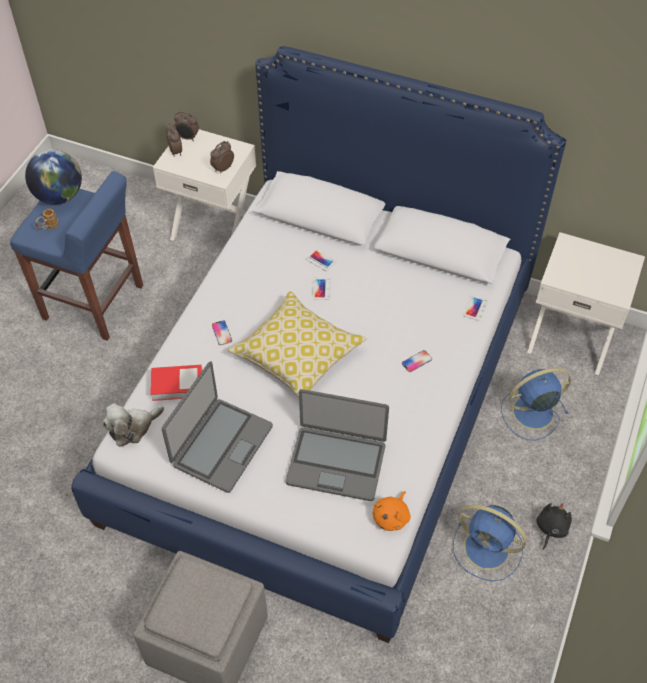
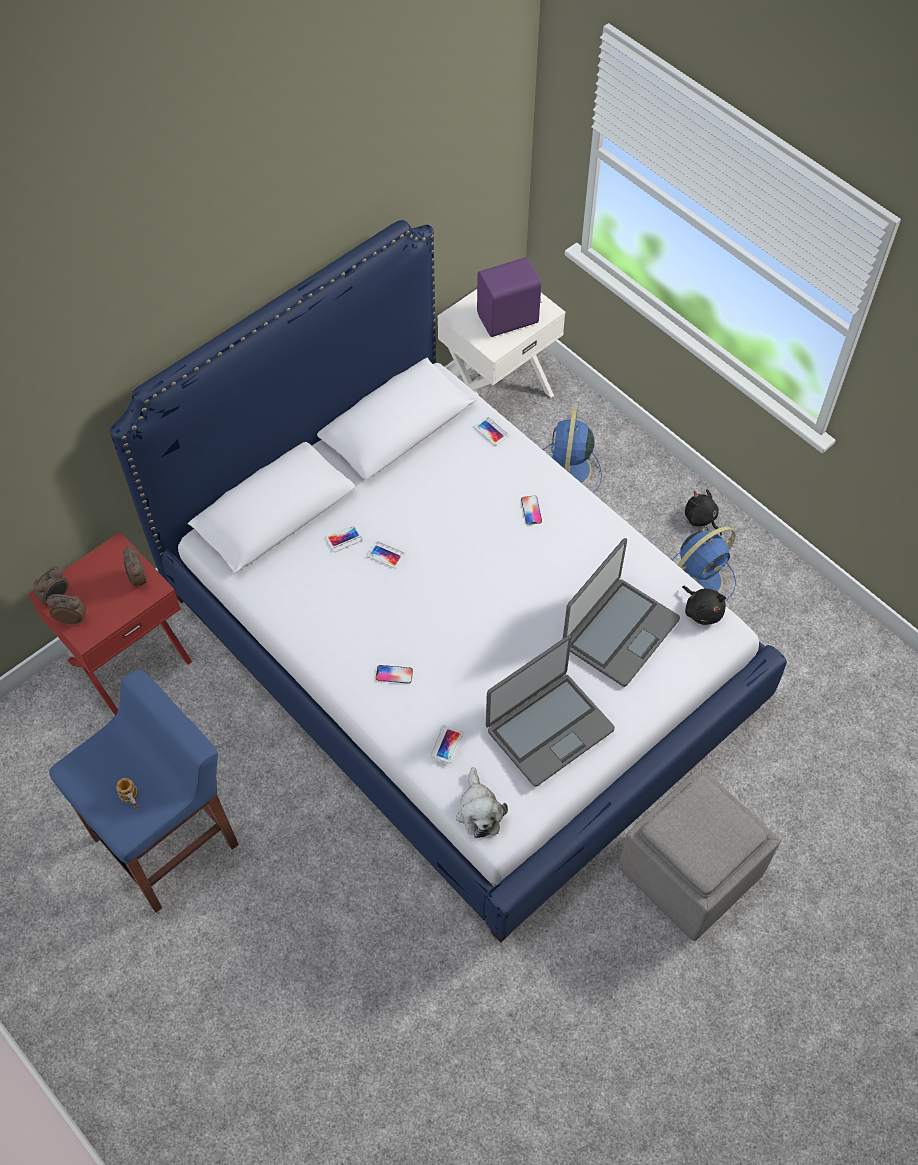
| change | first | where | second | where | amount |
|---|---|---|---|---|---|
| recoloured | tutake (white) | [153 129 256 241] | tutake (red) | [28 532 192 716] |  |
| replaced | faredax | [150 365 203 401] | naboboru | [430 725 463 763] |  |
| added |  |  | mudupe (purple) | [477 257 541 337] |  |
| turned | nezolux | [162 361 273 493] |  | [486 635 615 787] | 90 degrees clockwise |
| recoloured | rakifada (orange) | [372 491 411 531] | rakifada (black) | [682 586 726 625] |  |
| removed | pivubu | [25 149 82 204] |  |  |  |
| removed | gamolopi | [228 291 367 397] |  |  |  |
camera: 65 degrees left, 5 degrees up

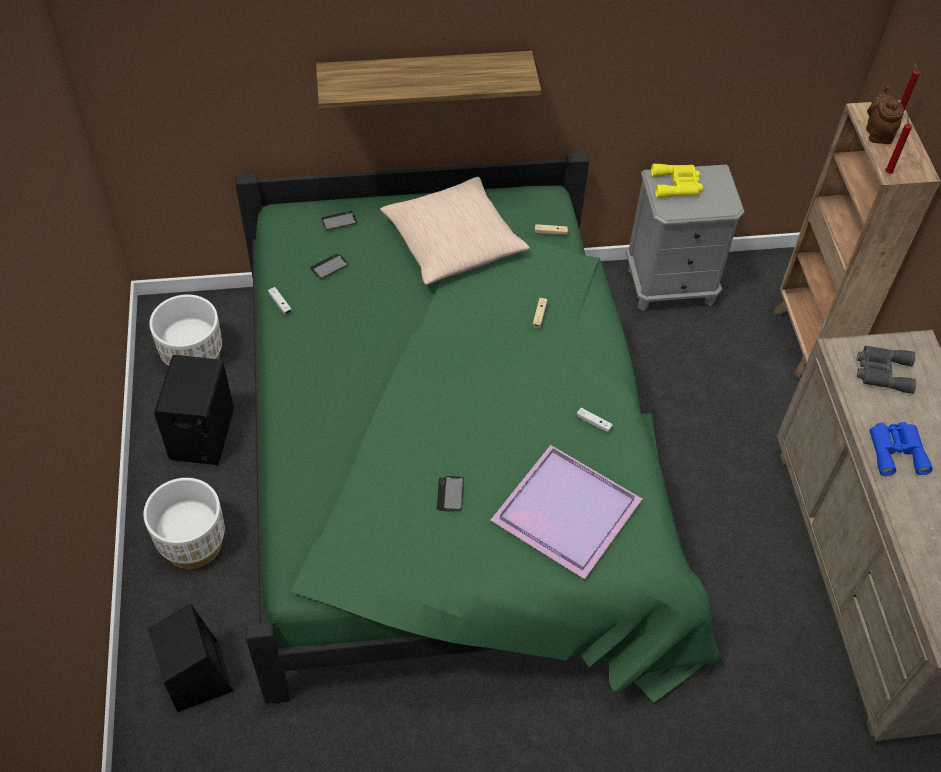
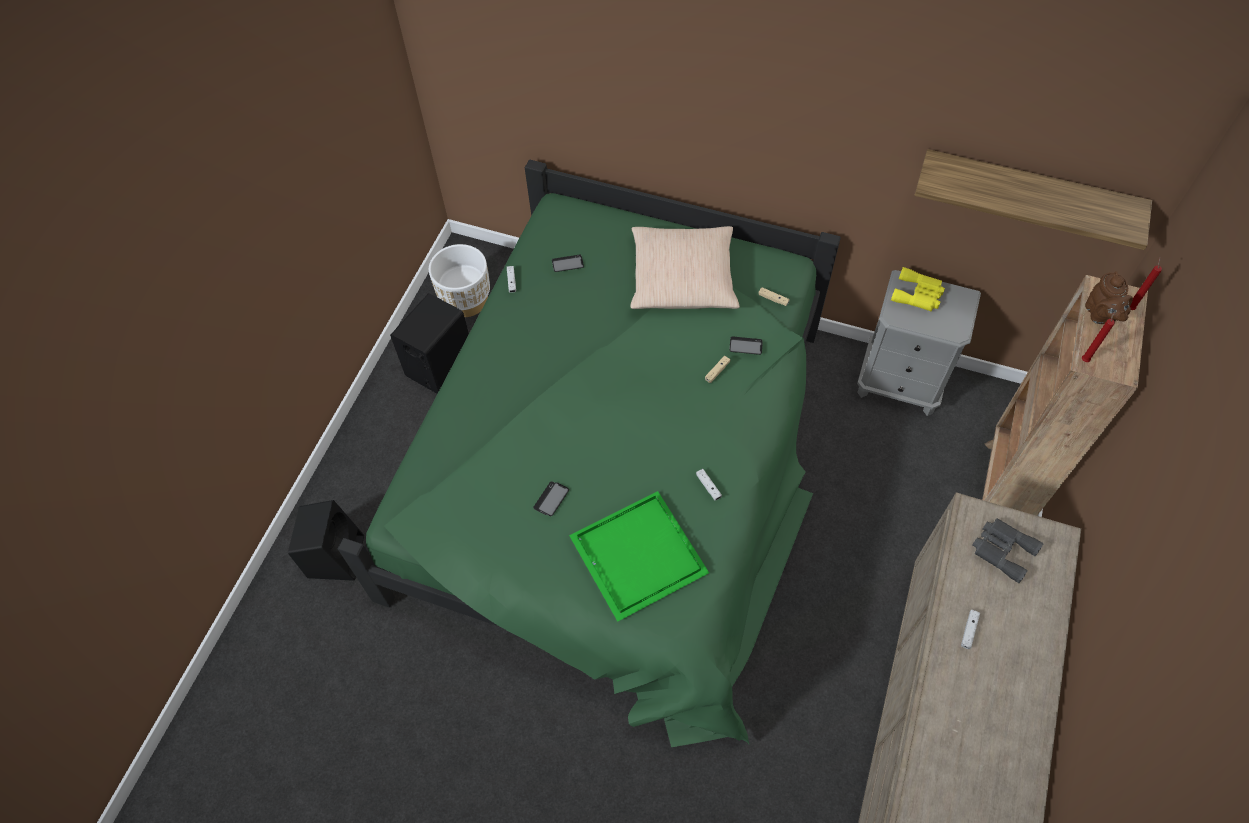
| change | first | where | second | where | amount |
|---|---|---|---|---|---|
| recoloured | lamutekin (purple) | [490 445 642 579] | lamutekin (green) | [569 491 709 622] |  |
| moved | naboboru | [321 211 357 230] |  | [729 336 763 355] |  |
| moved | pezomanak | [316 51 541 109] |  | [915 149 1152 250] |  |
| replaced | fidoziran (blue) | [869 422 933 476] | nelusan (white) | [961 610 980 649] |  |
| turned | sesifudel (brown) | [866 85 904 144] |  | [1085 271 1133 324] | 150 degrees clockwise |
| removed | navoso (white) | [143 478 225 569] |  |  |  |
camera: 30 degrees right, 5 degrees up

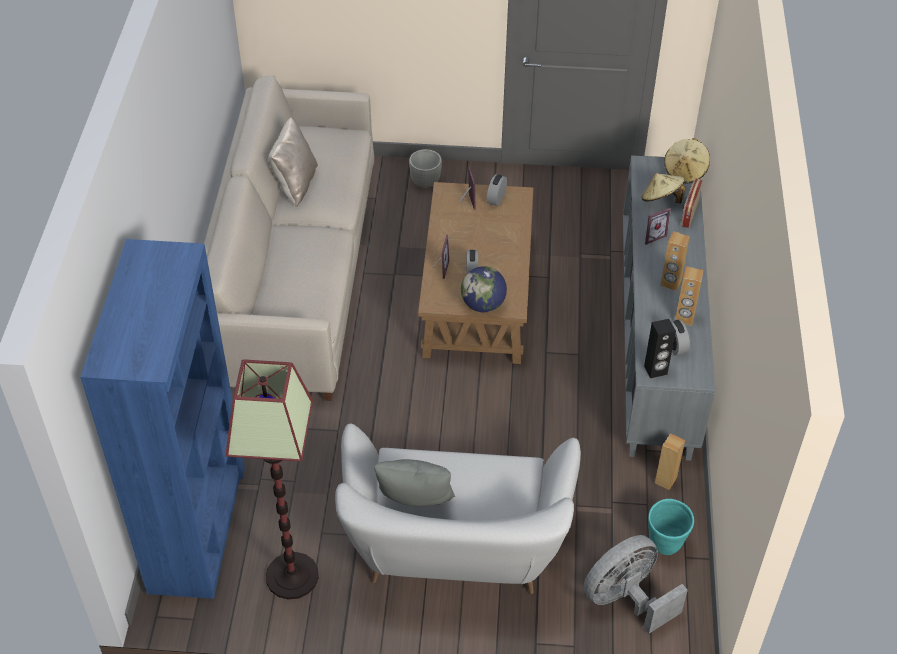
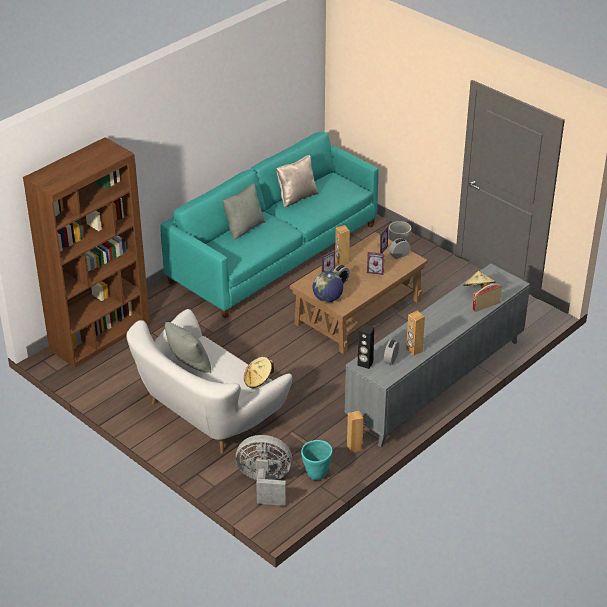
| change | first | where | second | where | amount |
|---|---|---|---|---|---|
| recoloured | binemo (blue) | [80 239 245 599] | binemo (brown) | [23 137 150 368] |  |
| recoloured | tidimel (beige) | [204 75 374 401] | tidimel (turquoise) | [160 132 378 318] |  |
| added |  |  | gamolopi (grey) | [223 183 266 240] |  |
| moved | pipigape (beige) | [664 138 710 184] |  | [244 357 274 388] |  |
| moved | mudupe (brown) | [660 231 690 291] |  | [335 225 350 265] |  |
| moved | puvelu | [645 208 671 245] |  | [367 252 385 275] |  |
| removed | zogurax | [225 359 319 600] |  |  |  |
camera: 40 degrees right, 10 degrees down

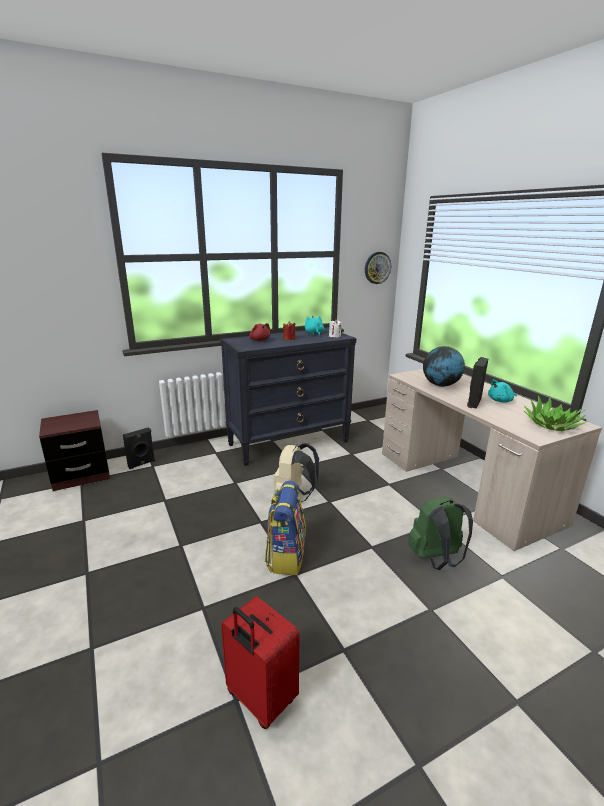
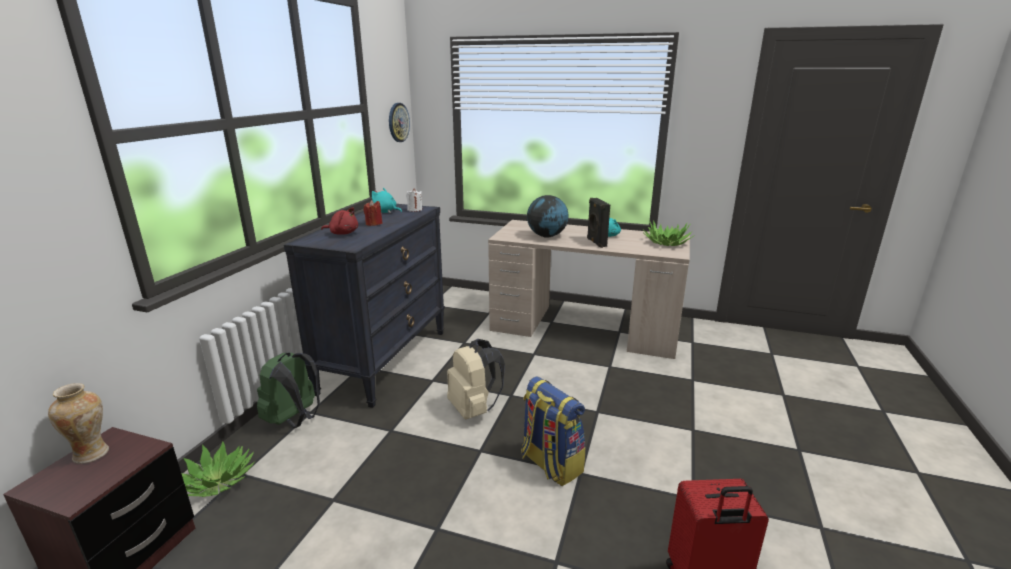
| change | first | where | second | where | amount |
|---|---|---|---|---|---|
| added |  |  | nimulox | [48 383 109 464] |  |
| replaced | mudupe (black) | [123 428 155 469] | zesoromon | [181 441 255 497] |  |
| moved | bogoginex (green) | [408 497 473 570] |  | [257 353 320 428] |  |
camera: 45 degrees left, 0 degrees up

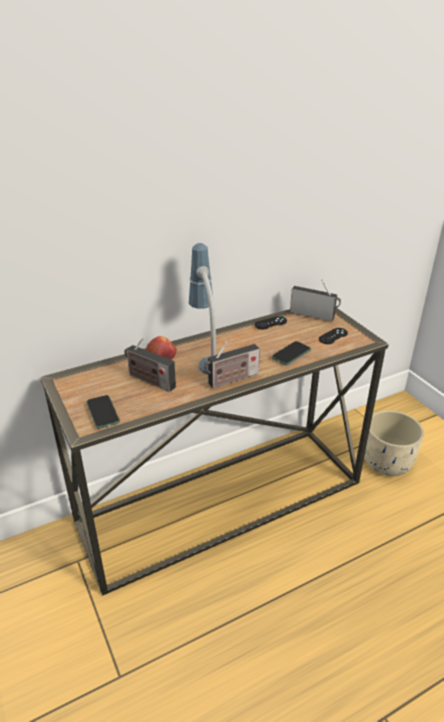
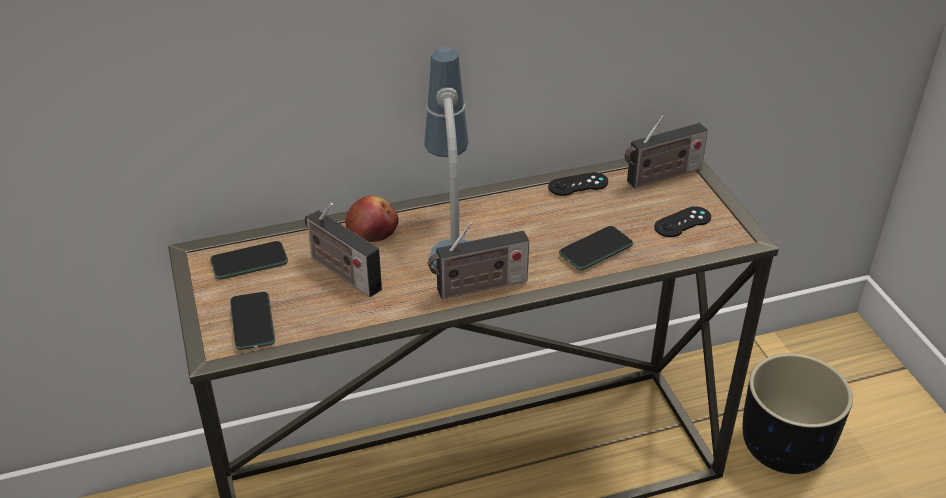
| change | first | where | second | where | amount |
|---|---|---|---|---|---|
| added |  |  | naboboru | [210 241 288 280] |  |
| turned | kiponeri | [290 280 341 322] |  | [624 115 708 188] | 120 degrees clockwise |
| recoloured | navoso (beige) | [364 410 424 476] | navoso (black) | [742 353 853 474] |  |
camera: 10 degrees right, 5 degrees up

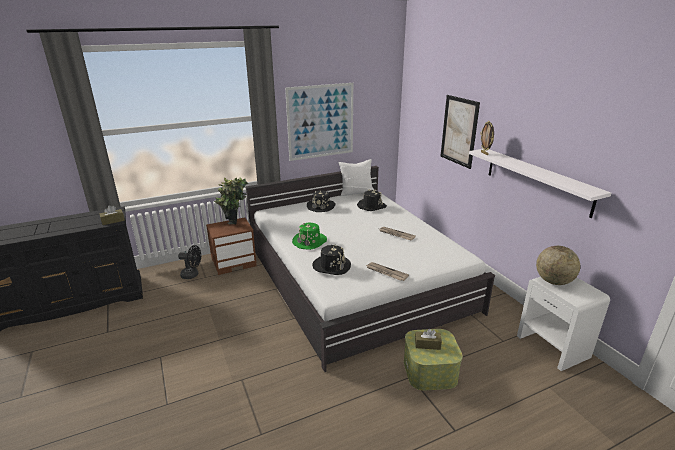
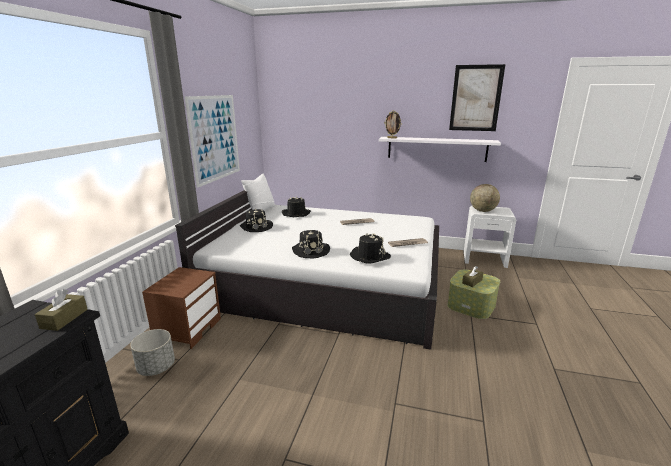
| change | first | where | second | where | amount |
|---|---|---|---|---|---|
| replaced | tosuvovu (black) | [178 245 201 279] | navoso (grey) | [130 329 175 376] |  |
| recoloured | pipigape (green) | [292 223 327 250] | pipigape (black) | [292 230 330 259] |  |
| moved | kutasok | [441 95 480 169] |  | [449 64 505 131] |  |
| removed | zesoromon | [214 177 248 225] |  |  |  |
camera: 50 degrees left, 5 degrees down

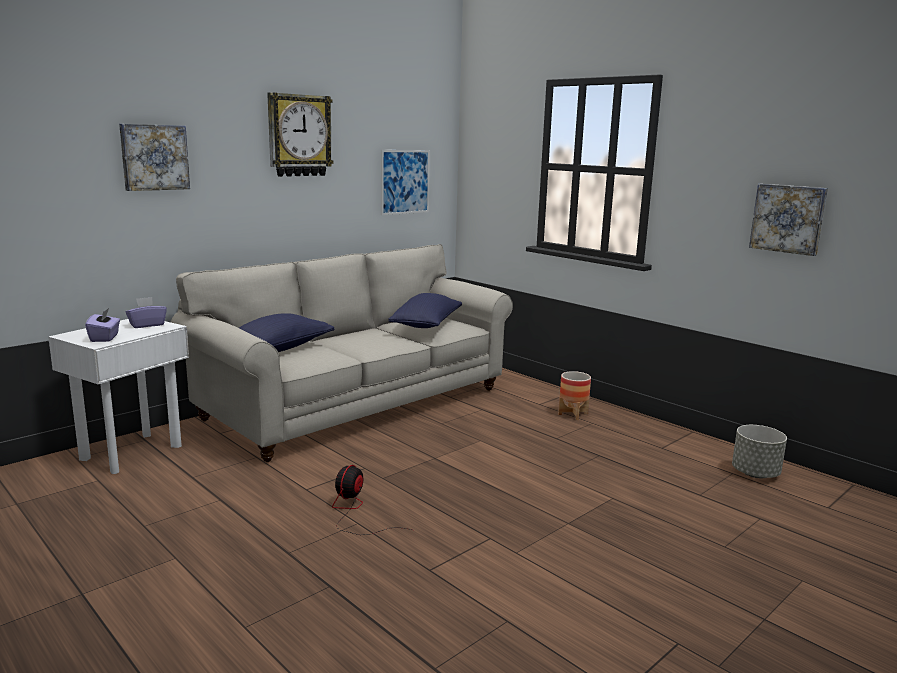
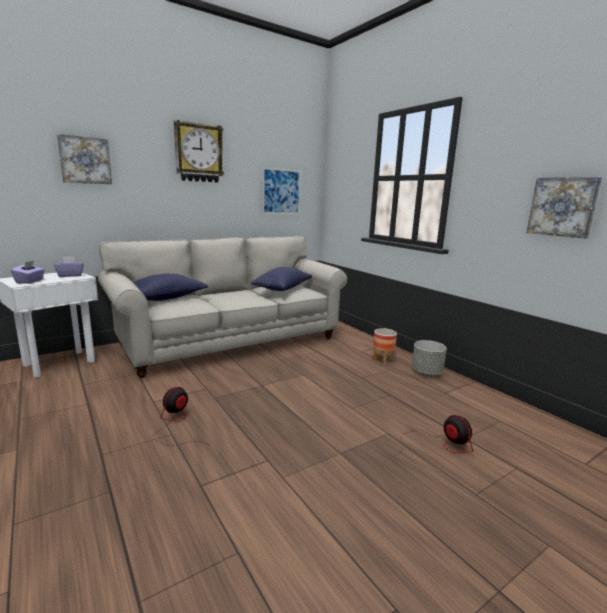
| change | first | where | second | where | amount |
|---|---|---|---|---|---|
| added |  |  | tosuvovu | [393 415 473 456] |  |
| moved | navoso (grey) | [732 425 787 478] |  | [412 340 447 376] |  |
camera: 10 degrees right, 0 degrees up

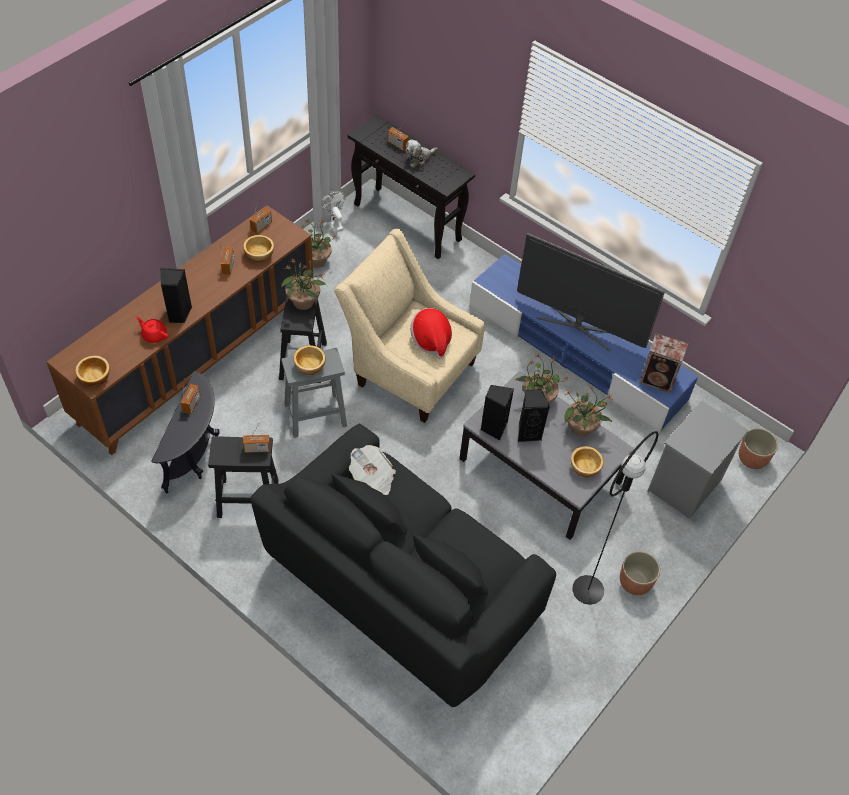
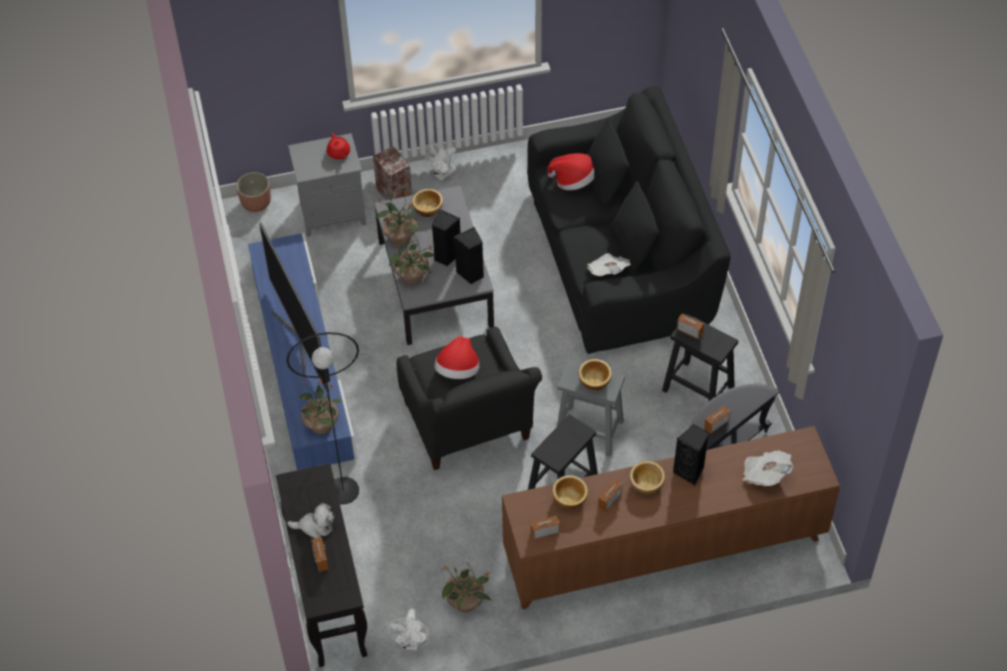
| change | first | where | second | where | amount |
|---|---|---|---|---|---|
| moved | zogurax (black) | [572 431 659 605] |  | [286 332 359 504] |  |
| moved | zesoromon | [281 259 326 310] |  | [298 379 342 434] |  |
| moved | sesifudel (red) | [136 316 168 343] |  | [327 133 350 159] |  |
| moved | mudupe | [639 333 688 393] |  | [373 146 412 200] |  |
| recoloured | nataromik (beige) | [334 229 485 423] | nataromik (black) | [396 327 542 470] |  |
| replaced | navoso | [620 551 660 595] | tosuvovu (white) | [425 142 456 181] |  |
| added |  |  | pipigape | [547 153 594 191] |  |
| moved | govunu | [75 356 110 387] |  | [630 461 665 494] |  |
| added |  |  | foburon | [743 450 793 486] |  |
camera: 140 degrees left, 0 degrees up

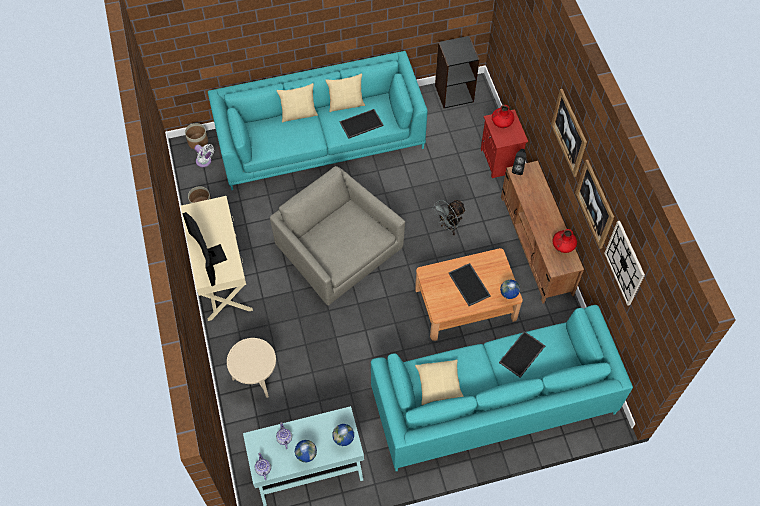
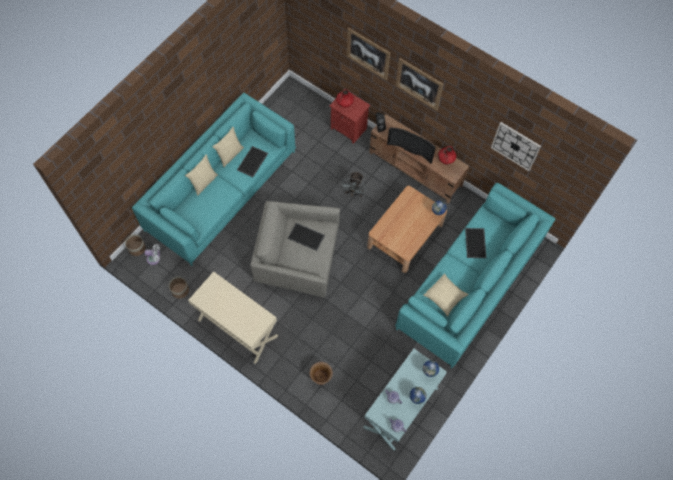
| change | first | where | second | where | amount |
|---|---|---|---|---|---|
| moved | lamutekin | [448 263 491 306] |  | [288 223 325 251] |  |
| replaced | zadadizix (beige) | [227 338 276 398] | navoso (brown) | [310 362 333 385] |  |
| moved | kutasok | [575 160 614 249] |  | [347 28 390 80] |  |
| moved | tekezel | [182 212 227 286] |  | [387 127 436 163] |  |
| removed | binemo (black) | [435 36 480 108] |  |  |  |
camera: 40 degrees left, 5 degrees up

